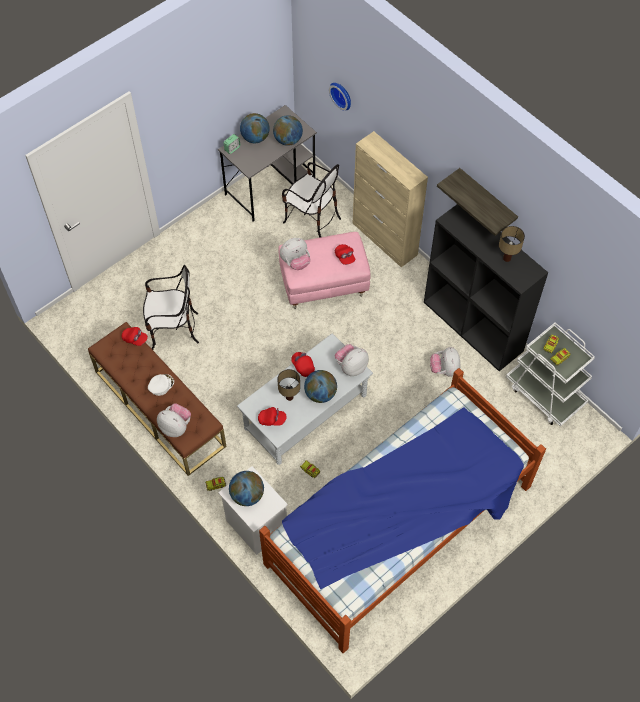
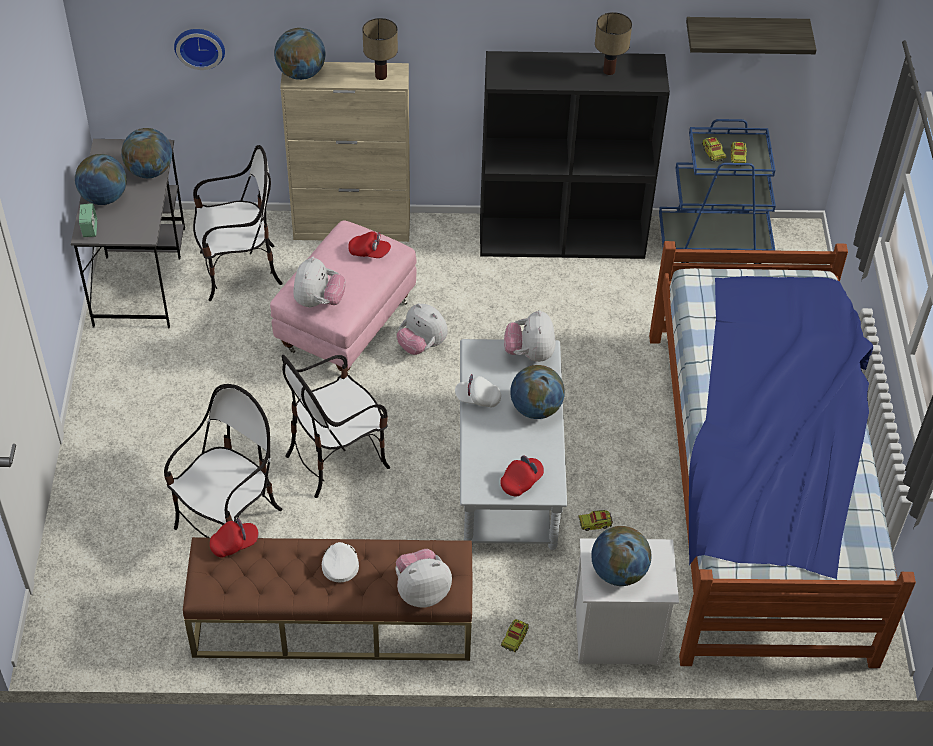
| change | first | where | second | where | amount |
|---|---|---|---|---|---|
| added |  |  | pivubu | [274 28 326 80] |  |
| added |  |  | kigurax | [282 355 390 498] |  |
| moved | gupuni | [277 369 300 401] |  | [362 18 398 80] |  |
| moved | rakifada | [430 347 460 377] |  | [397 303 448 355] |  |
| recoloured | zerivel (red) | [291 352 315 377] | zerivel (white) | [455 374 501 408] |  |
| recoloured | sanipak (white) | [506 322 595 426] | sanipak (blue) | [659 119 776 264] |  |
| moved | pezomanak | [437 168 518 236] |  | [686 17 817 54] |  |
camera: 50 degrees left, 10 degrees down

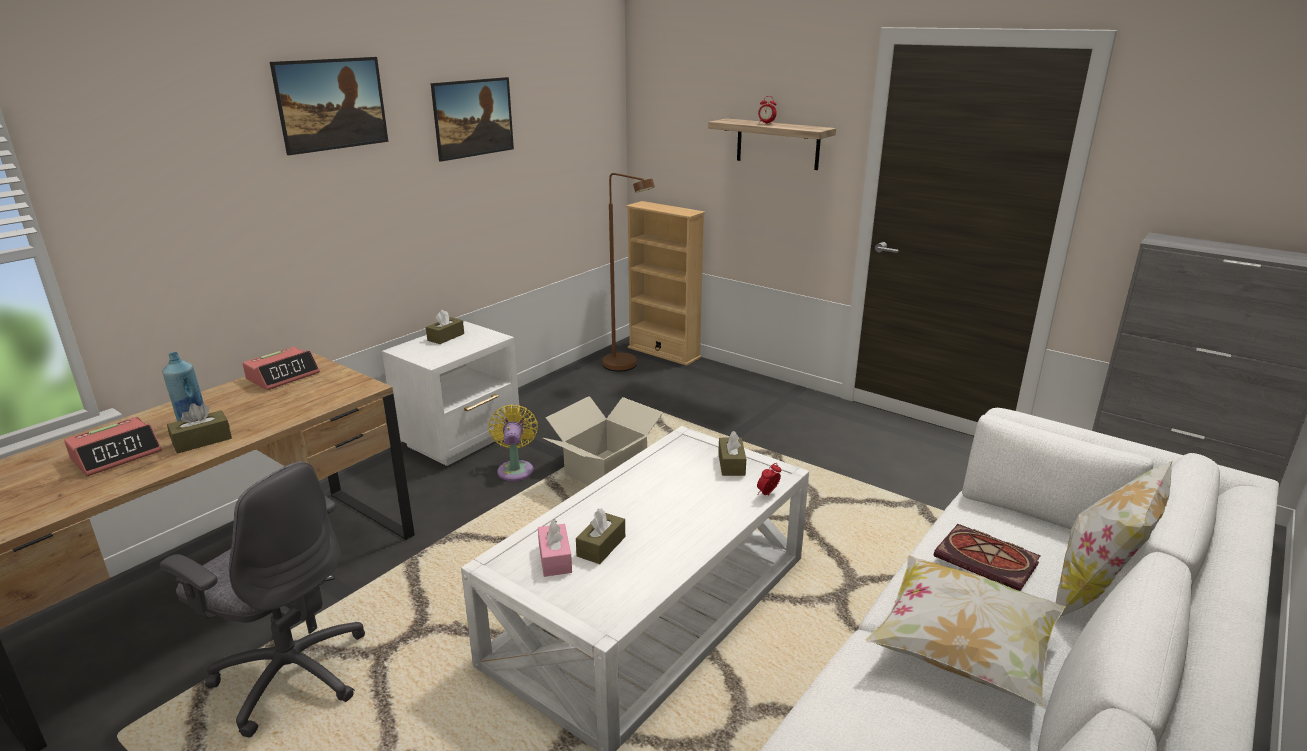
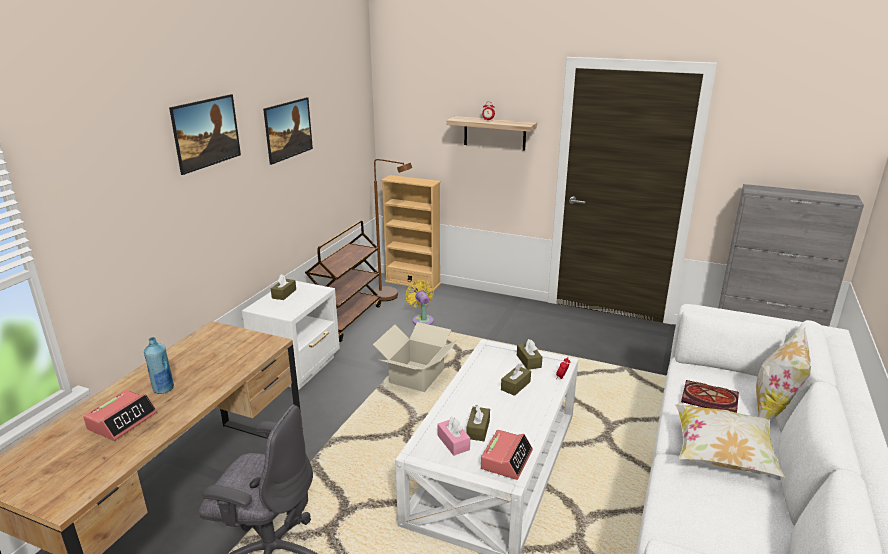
| change | first | where | second | where | amount |
|---|---|---|---|---|---|
| added |  |  | sanipak (brown) | [305 221 381 342] |  |
| moved | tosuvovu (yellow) | [489 405 538 481] |  | [405 280 434 325] |  |
| moved | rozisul | [243 347 320 390] |  | [481 430 533 480] |  |
| moved | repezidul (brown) | [167 403 232 454] |  | [501 363 531 396] |  |
camera: 15 degrees left, 0 degrees up

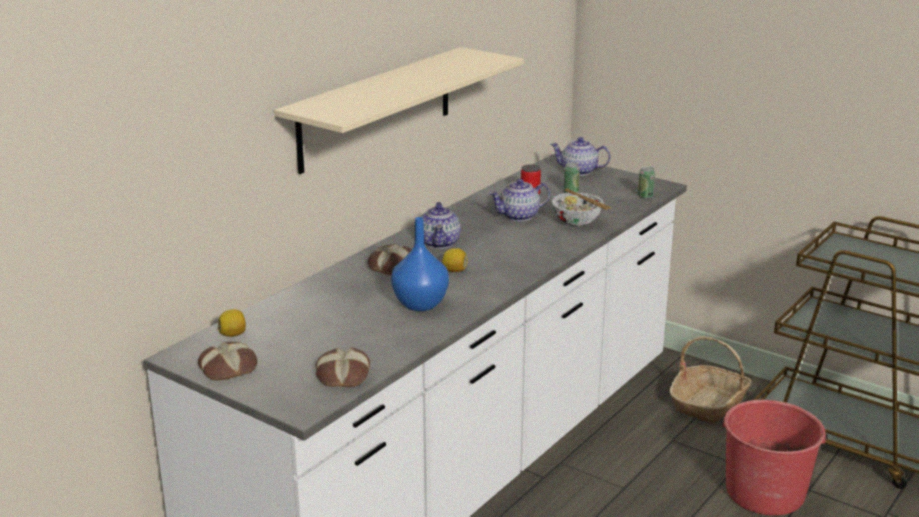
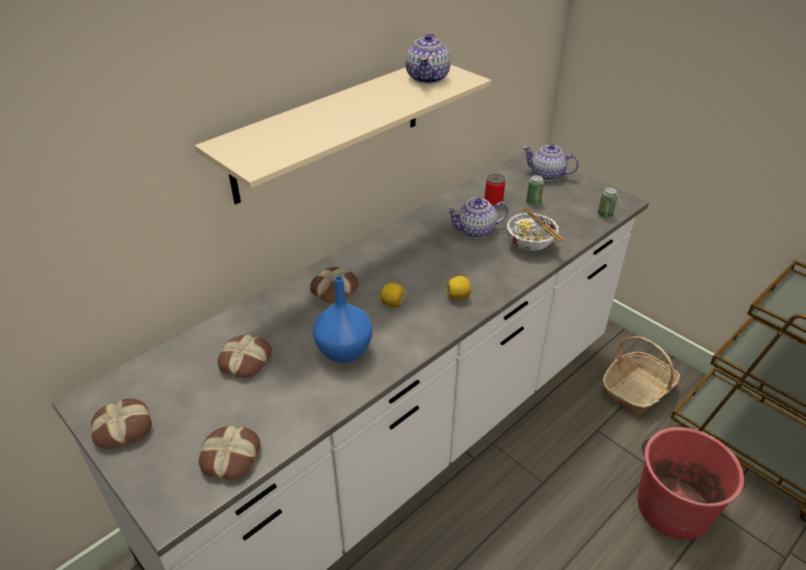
| change | first | where | second | where | amount |
|---|---|---|---|---|---|
| added |  |  | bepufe | [218 334 272 379] |  |
| moved | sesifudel | [421 202 461 249] |  | [405 33 451 84] |  |
| moved | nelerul | [218 309 246 337] |  | [446 276 471 300] |  |
camera: 10 degrees right, 15 degrees up

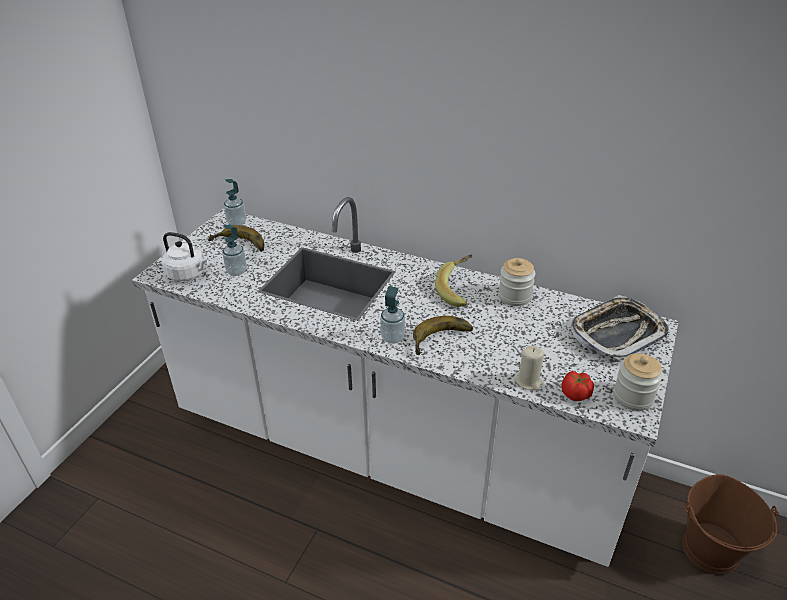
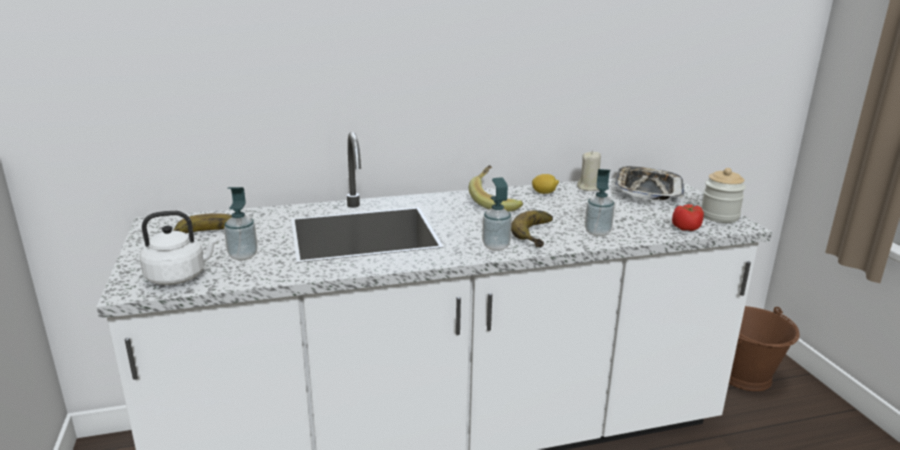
| change | first | where | second | where | amount |
|---|---|---|---|---|---|
| replaced | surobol | [498 258 535 306] | nelerul | [532 174 559 194] |  |
| moved | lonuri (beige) | [515 346 544 390] |  | [577 151 601 191] |  |
| moved | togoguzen | [224 179 246 226] |  | [585 169 615 236] |  |
camera: 40 degrees left, 15 degrees down

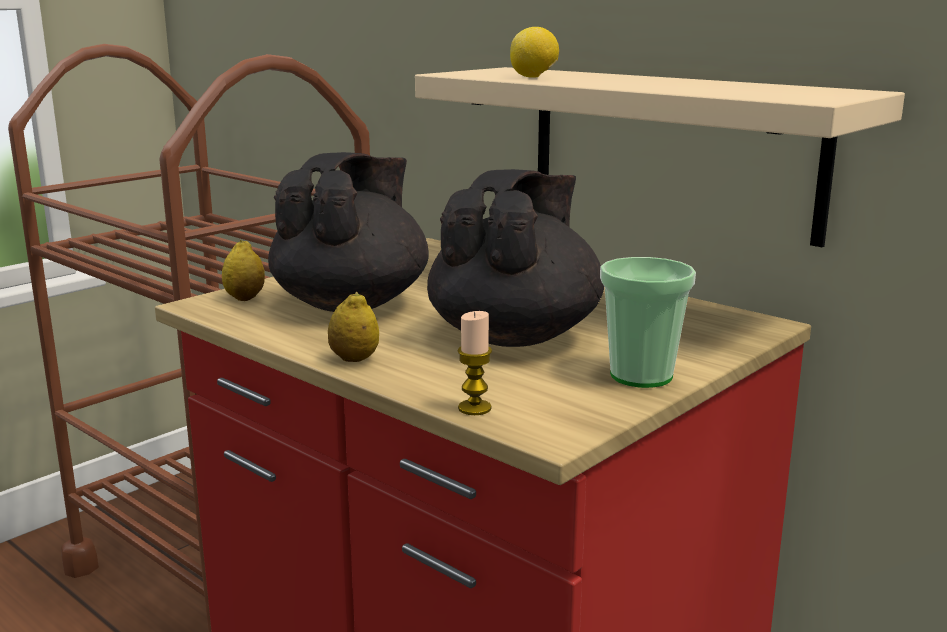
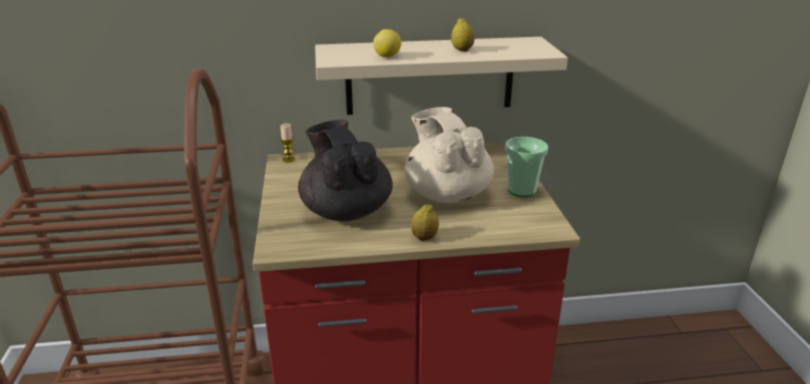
| change | first | where | second | where | amount |
|---|---|---|---|---|---|
| moved | lonuri | [457 311 492 415] |  | [280 123 295 162] |  |
| recoloured | sesifudel (black) | [427 169 604 347] | sesifudel (beige) | [404 107 494 203] |  |
| moved | nelerul | [222 240 265 301] |  | [451 17 474 52] |  |
camera: 50 degrees left, 10 degrees up

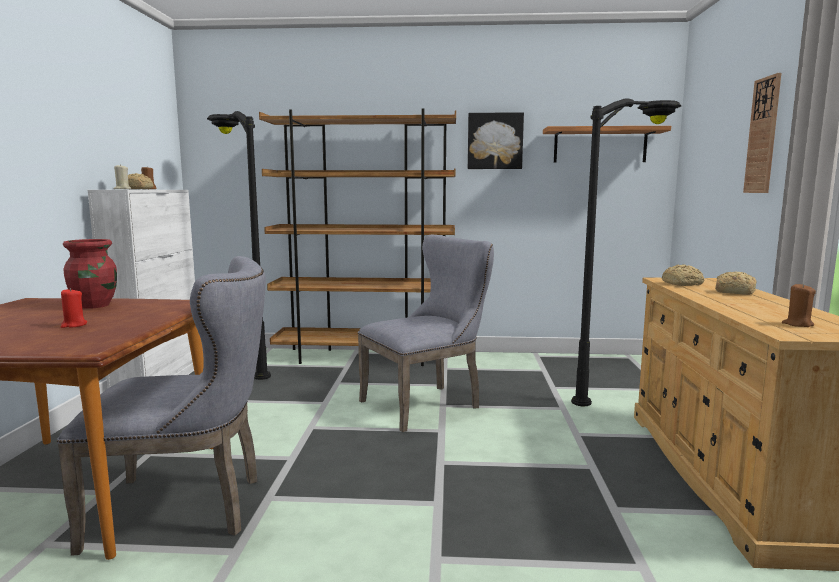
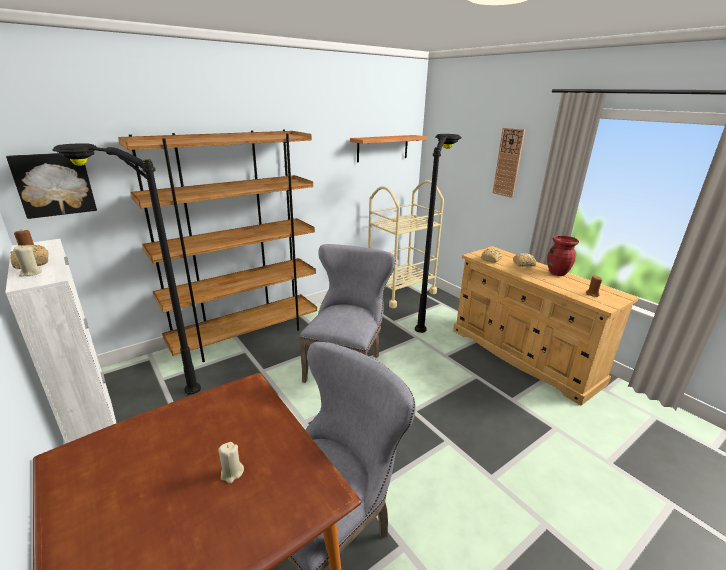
| change | first | where | second | where | amount |
|---|---|---|---|---|---|
| moved | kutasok | [468 112 524 169] |  | [6 153 97 219] |  |
| recoloured | lonuri (red) | [60 288 87 328] | lonuri (beige) | [218 442 244 484] |  |
| added |  |  | sanipak (beige) | [368 180 444 308] |  |
| moved | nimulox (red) | [63 239 117 309] |  | [547 235 579 276] |  |
camera: 40 degrees left, 15 degrees up

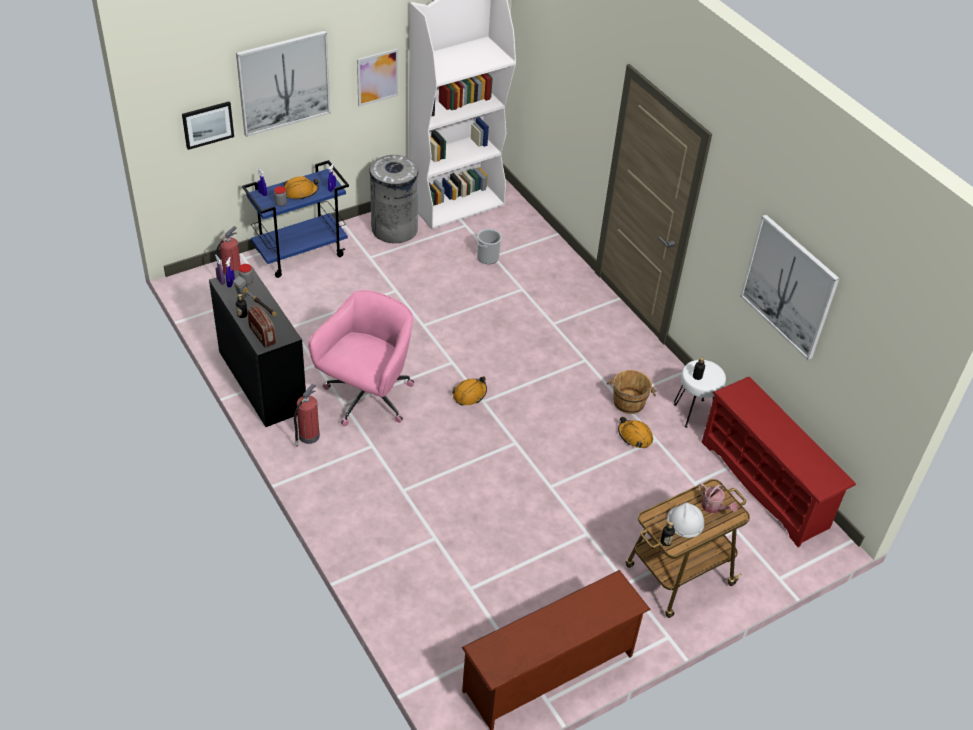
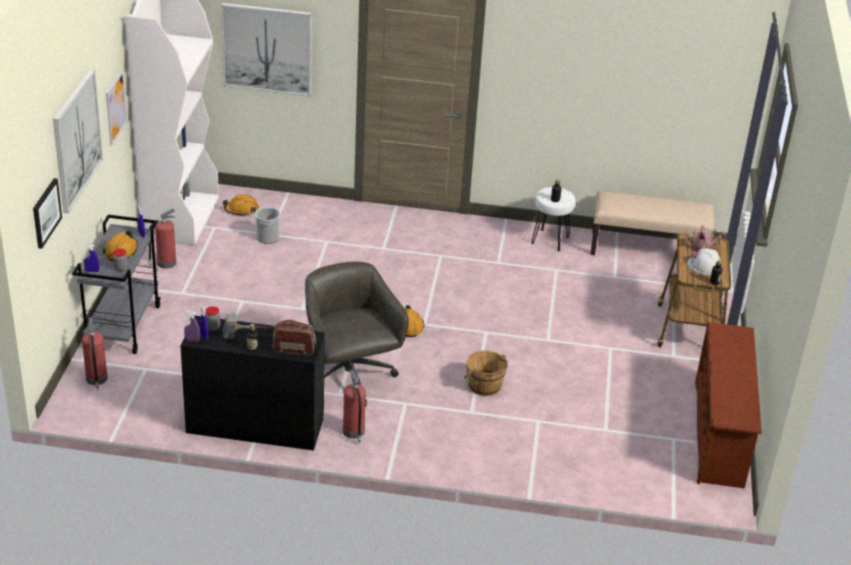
| change | first | where | second | where | amount |
|---|---|---|---|---|---|
| recoloured | sanipak (blue) | [242 160 349 278] | sanipak (grey) | [72 215 161 354] |  |
| replaced | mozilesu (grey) | [369 155 418 243] | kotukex | [148 209 177 269] |  |
| moved | kutasok | [740 214 840 360] |  | [221 3 312 97] |  |
| moved | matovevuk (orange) | [618 417 653 448] |  | [223 195 259 216] |  |
| recoloured | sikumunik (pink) | [308 290 414 426] | sikumunik (grey) | [305 261 409 407] |  |
| moved | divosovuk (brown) | [607 370 657 414] |  | [464 350 508 396] |  |
| replaced | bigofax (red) | [701 377 856 547] | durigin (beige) | [591 191 714 255] |  |
camera: 50 degrees left, 10 degrees down

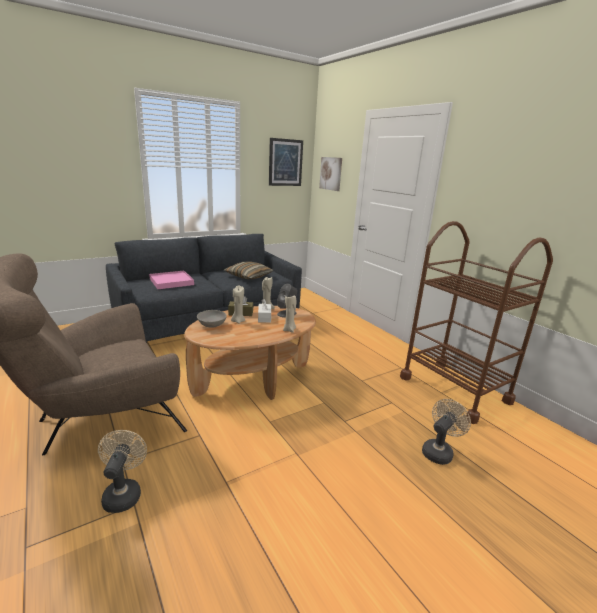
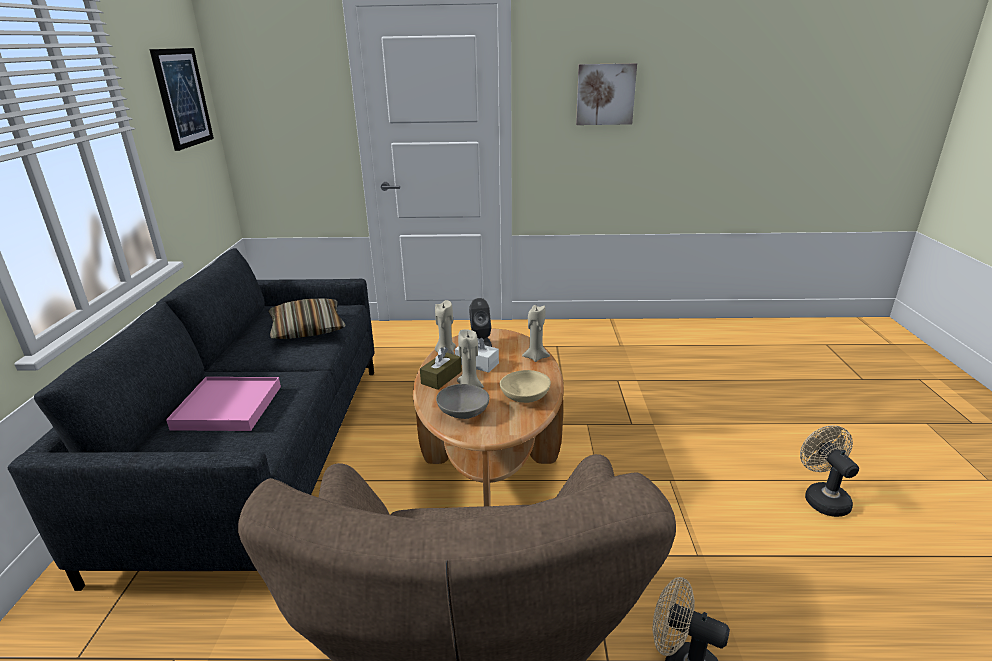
| change | first | where | second | where | amount |
|---|---|---|---|---|---|
| added |  |  | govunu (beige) | [500 370 551 403] |  |
| moved | kutasok | [319 157 342 191] |  | [576 63 637 125] |  |
| moved | tosuvovu (beige) | [422 399 471 465] |  | [800 425 859 517] |  |
| removed | sanipak (brown) | [400 221 553 424] |  |  |  |
camera: 55 degrees left, 5 degrees up

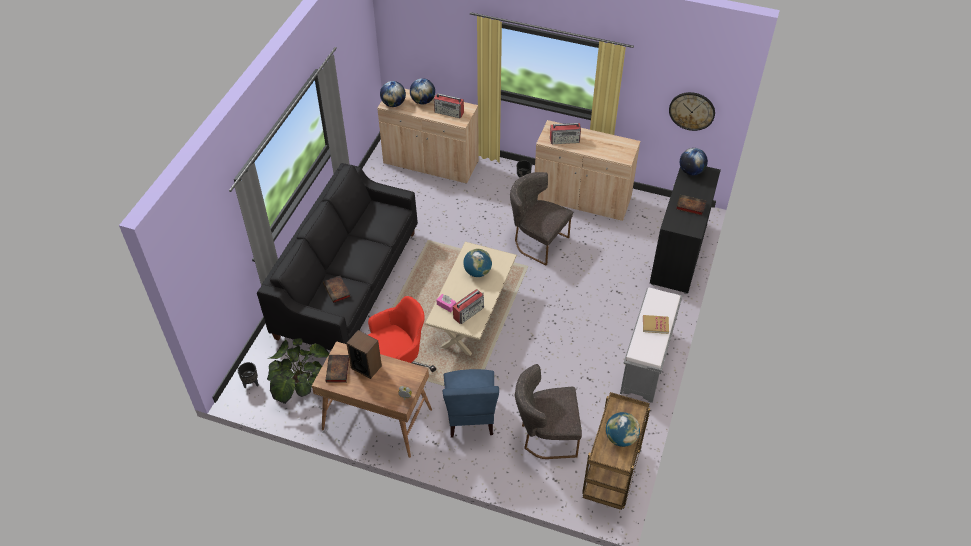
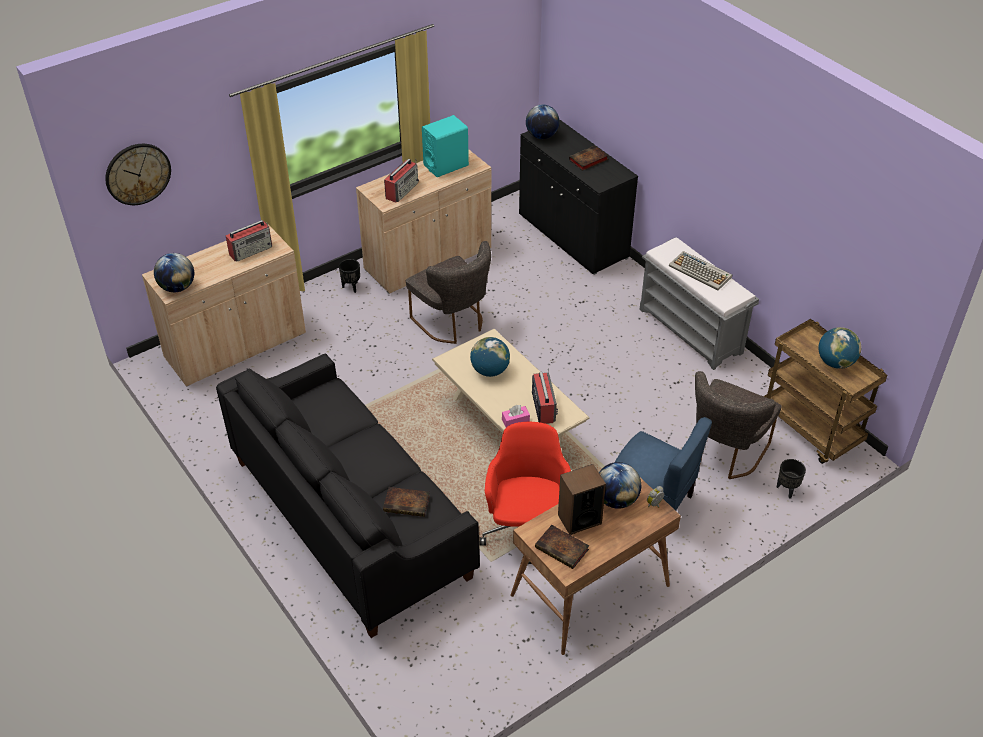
| change | first | where | second | where | amount |
|---|---|---|---|---|---|
| moved | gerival | [669 92 715 131] |  | [105 144 171 205] |  |
| turned | kigurax (grey) | [510 172 573 266] |  | [406 241 491 344] | 105 degrees counterclockwise |
| added |  |  | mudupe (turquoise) | [422 115 469 177] |  |
| moved | pivubu | [410 78 435 104] |  | [599 462 641 509] |  |
| replaced | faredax | [643 315 669 334] | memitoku | [669 251 732 290] |  |
| moved | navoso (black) | [238 362 259 388] |  | [776 459 806 499] |  |
| removed | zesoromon | [267 338 330 404] |  |  |  |
camera: 55 degrees left, 5 degrees down

